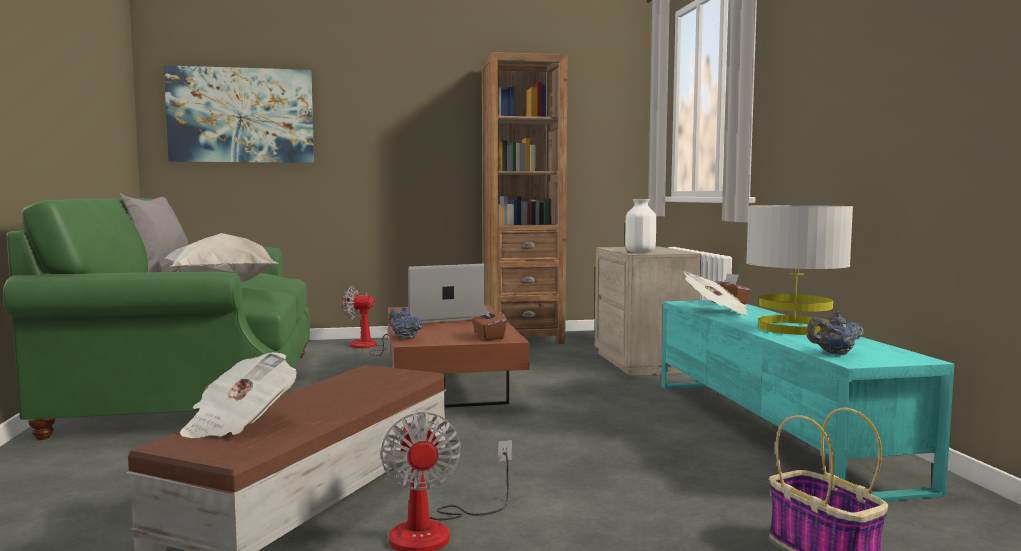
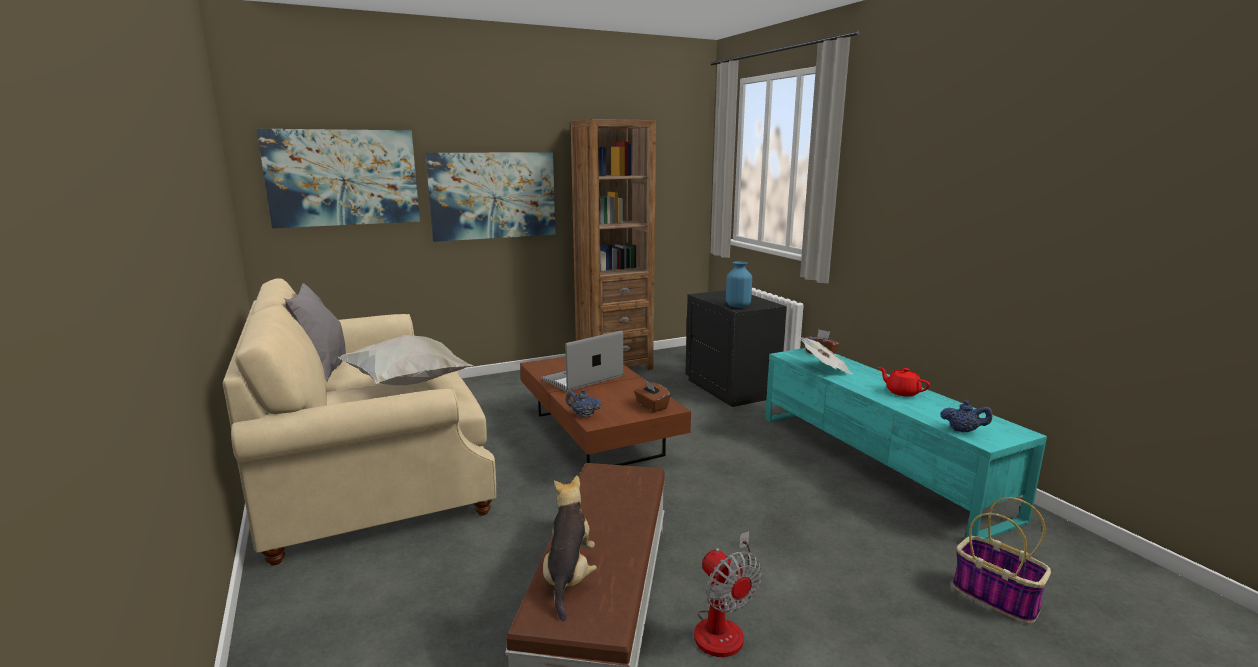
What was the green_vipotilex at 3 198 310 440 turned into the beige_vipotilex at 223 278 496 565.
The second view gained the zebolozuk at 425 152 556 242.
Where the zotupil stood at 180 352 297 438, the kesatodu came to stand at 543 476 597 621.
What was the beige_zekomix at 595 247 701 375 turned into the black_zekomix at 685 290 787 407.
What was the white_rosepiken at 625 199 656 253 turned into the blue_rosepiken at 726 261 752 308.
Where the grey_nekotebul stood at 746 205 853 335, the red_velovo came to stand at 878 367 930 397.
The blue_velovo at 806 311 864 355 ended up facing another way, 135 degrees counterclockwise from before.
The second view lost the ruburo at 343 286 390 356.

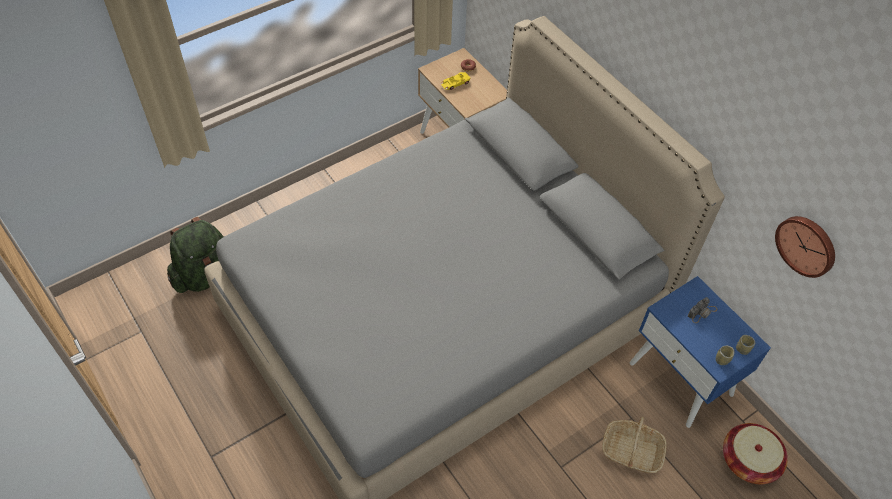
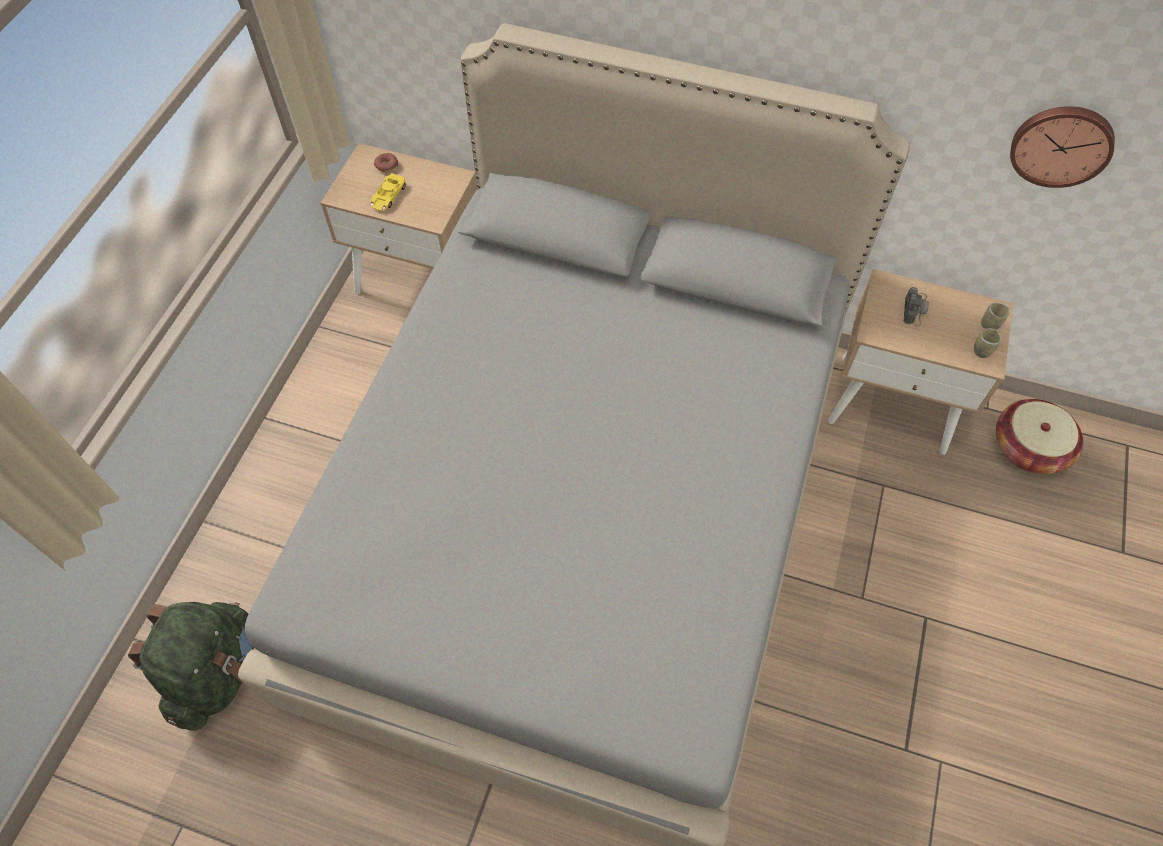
What was the blue_zekomix at 630 276 771 428 turned into the beige_zekomix at 828 269 1014 455.
The second view lost the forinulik at 602 417 667 473.

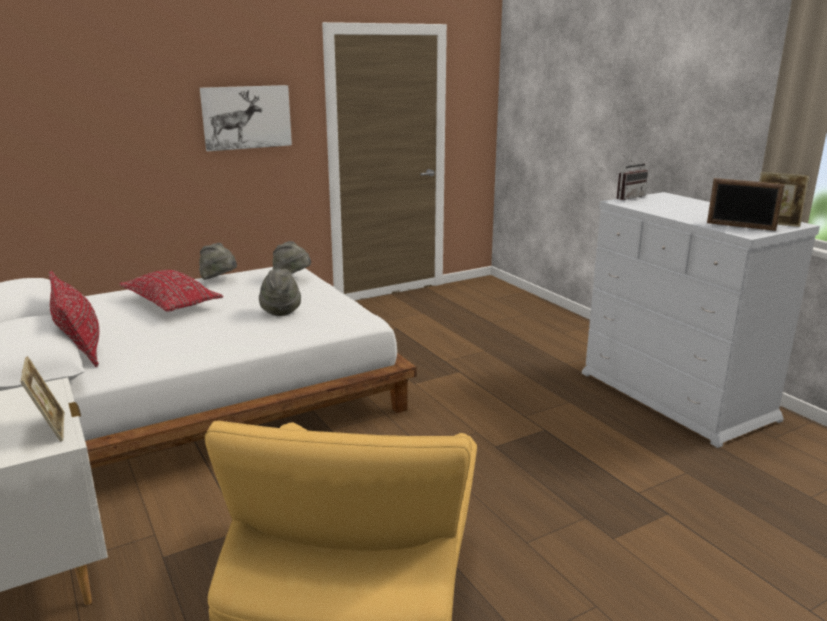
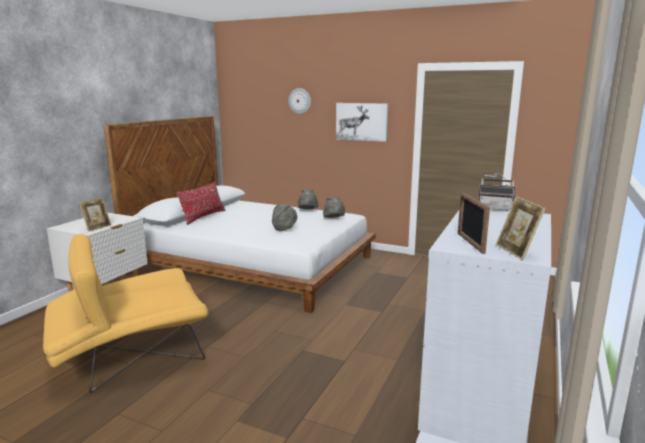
The second view gained the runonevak at 289 88 311 114.
The second view lost the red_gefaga at 119 270 223 312.

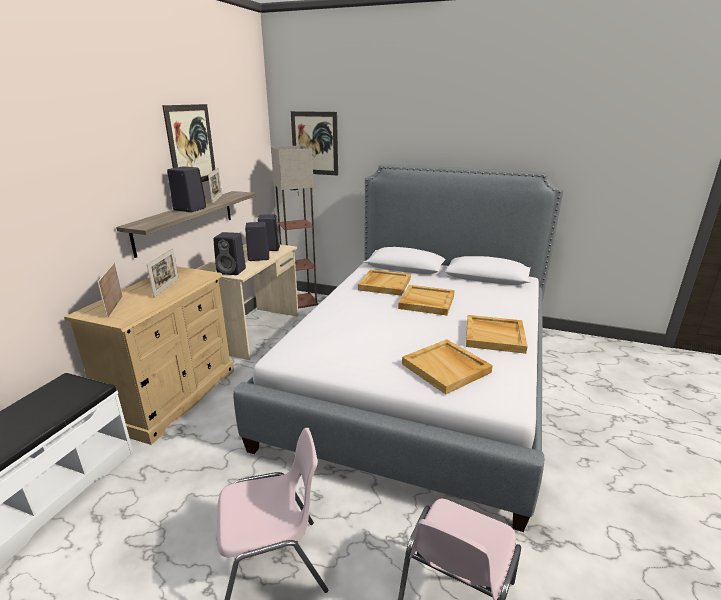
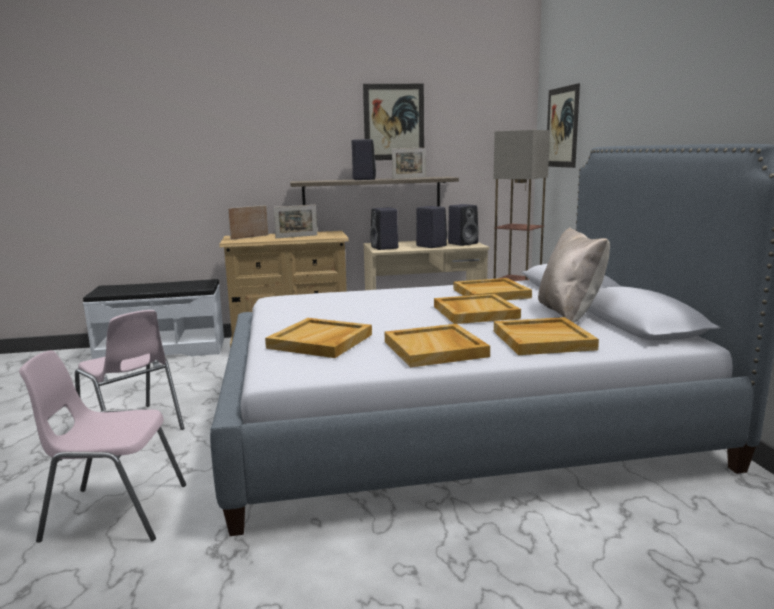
The second view gained the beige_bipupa at 494 317 599 355.
The second view gained the beige_gefaga at 538 227 610 323.

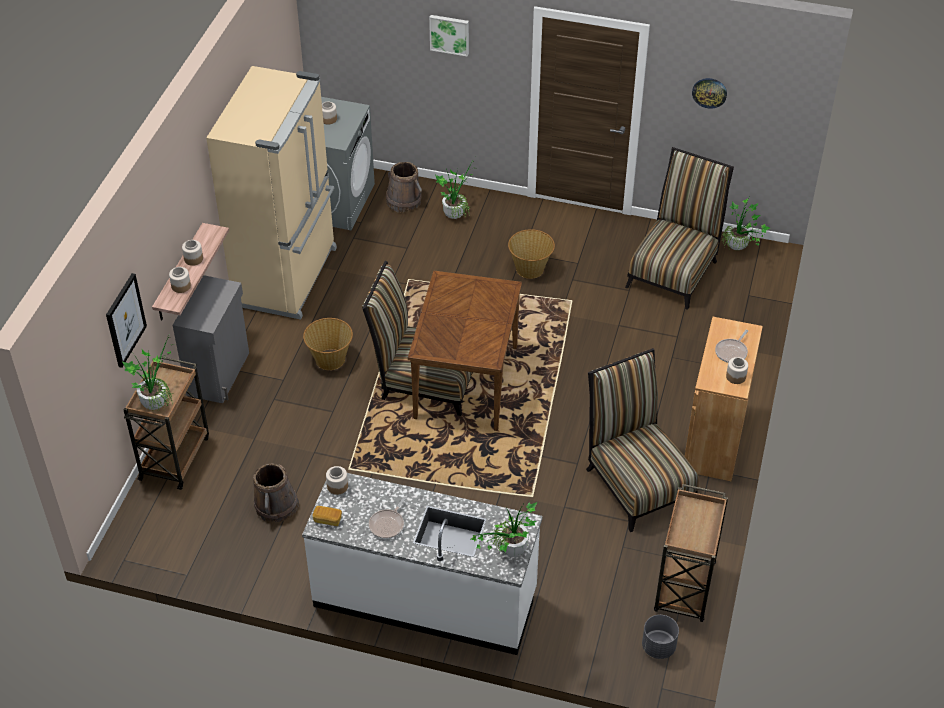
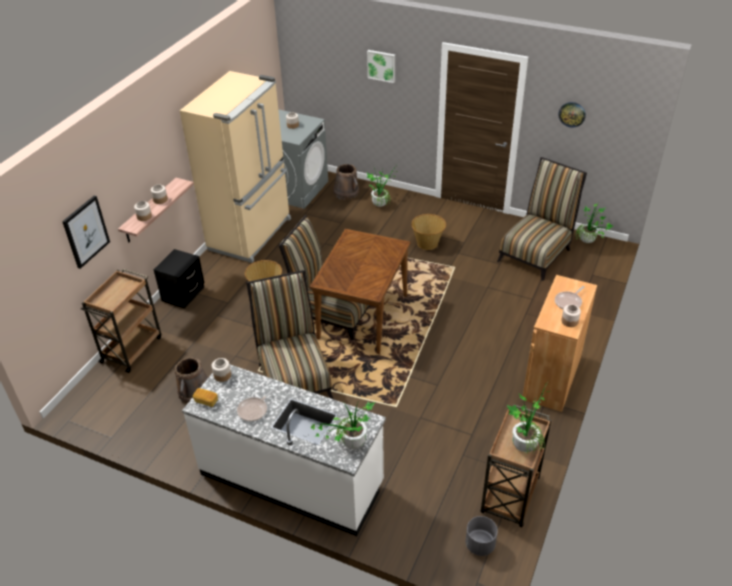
Where the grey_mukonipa stood at 173 275 249 403, the black_zekomix came to stand at 154 249 204 309.
The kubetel ended up elsewhere, having gone from 586 348 699 532 to 246 270 333 399.
The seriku ended up elsewhere, having gone from 122 331 175 411 to 507 384 547 454.

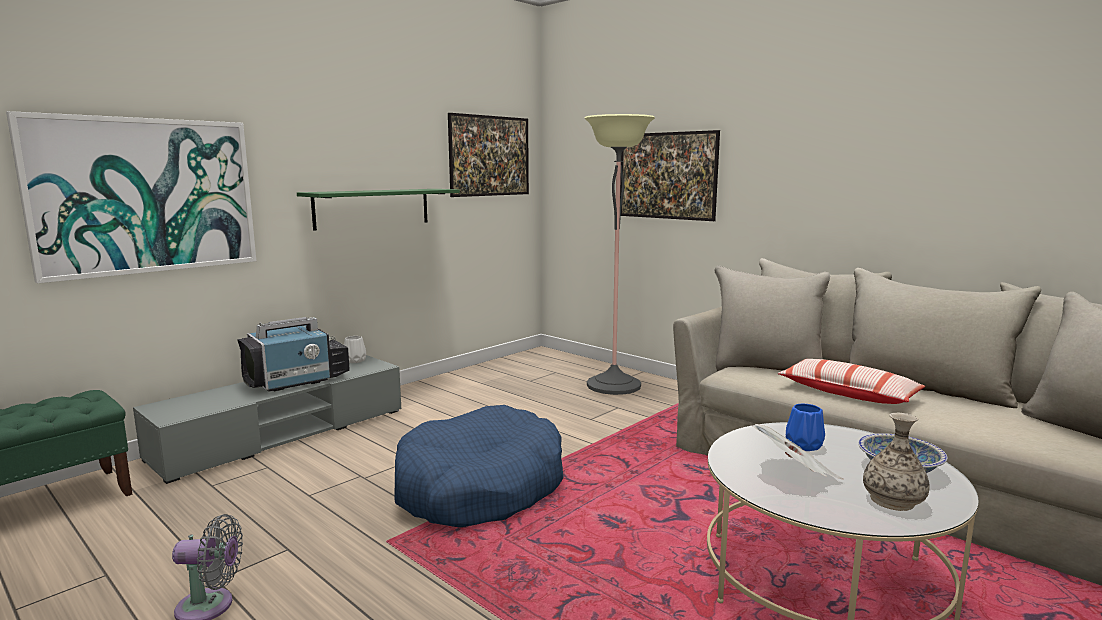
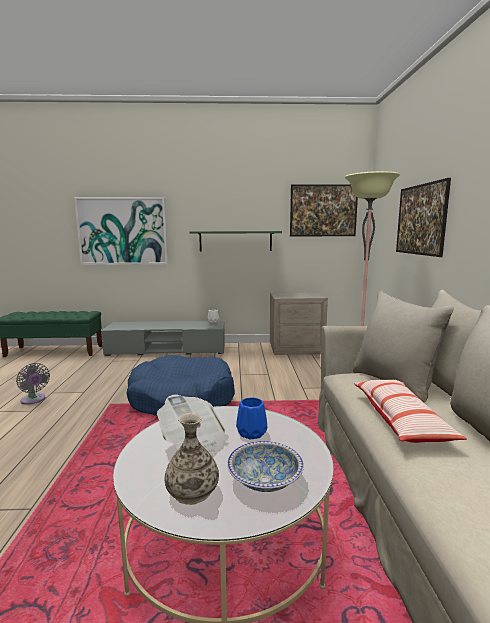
The second view gained the beige_zekomix at 270 292 328 355.
The second view lost the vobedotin at 237 317 350 391.

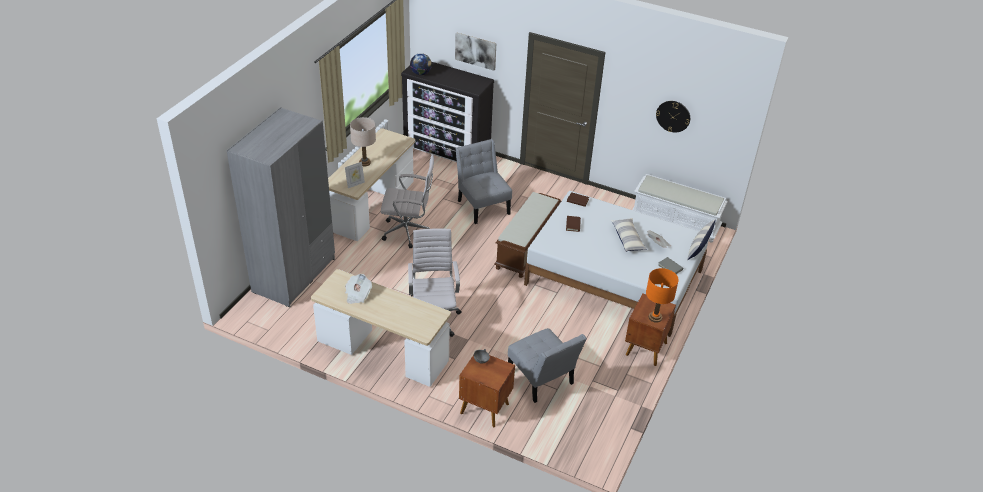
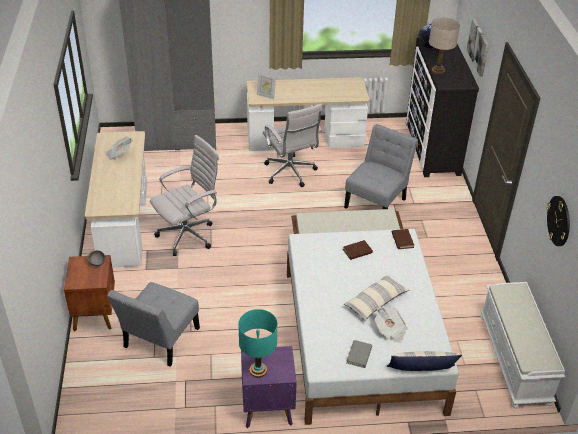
What was the orange_nekotebul at 646 268 679 323 turned into the turquoise_nekotebul at 238 309 278 378.
What was the brown_zekomix at 625 294 676 366 turned into the purple_zekomix at 241 346 297 428.
The beige_nekotebul ended up elsewhere, having gone from 350 117 376 166 to 429 17 460 74.

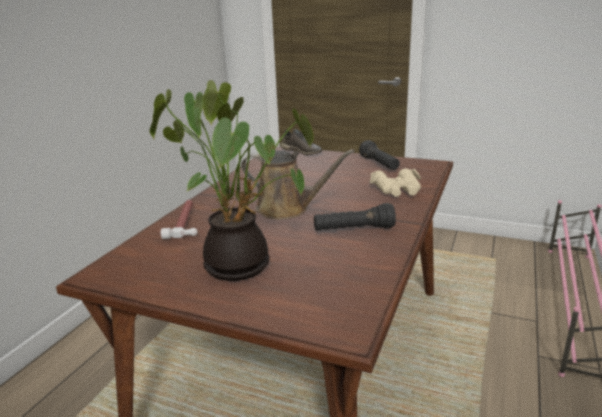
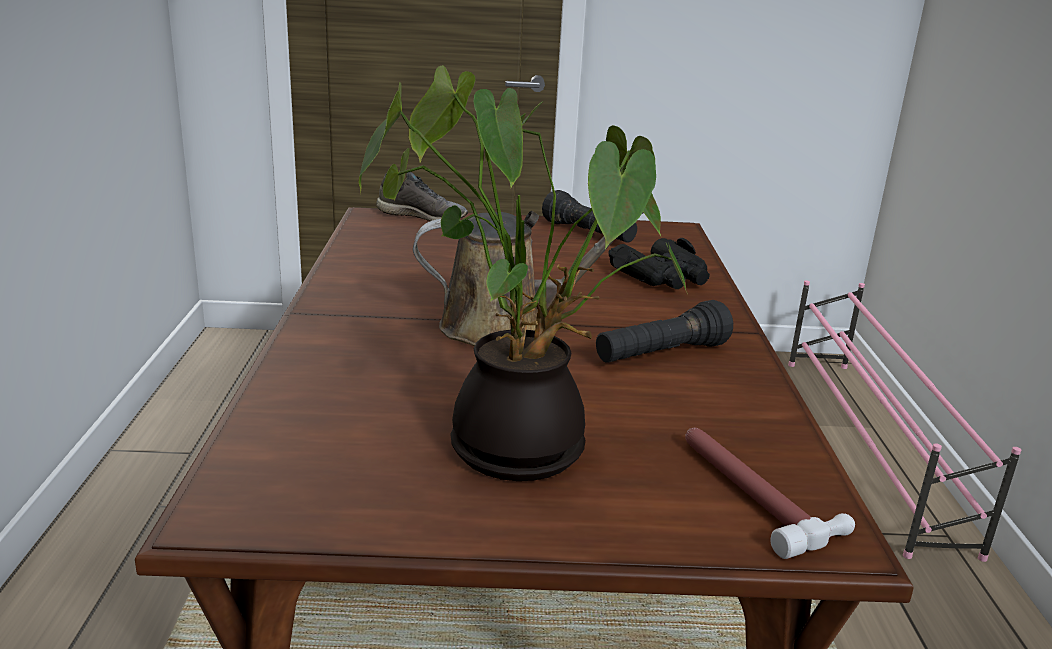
What was the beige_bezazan at 370 169 421 197 turned into the black_bezazan at 609 238 710 289.
The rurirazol ended up elsewhere, having gone from 161 200 198 239 to 685 427 855 559.

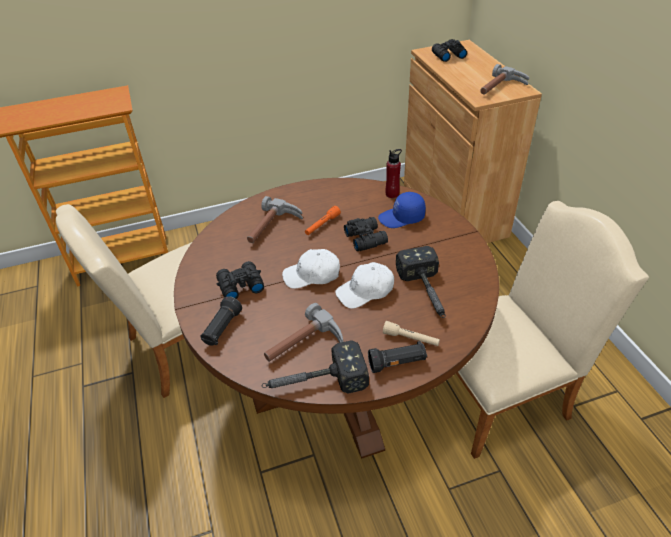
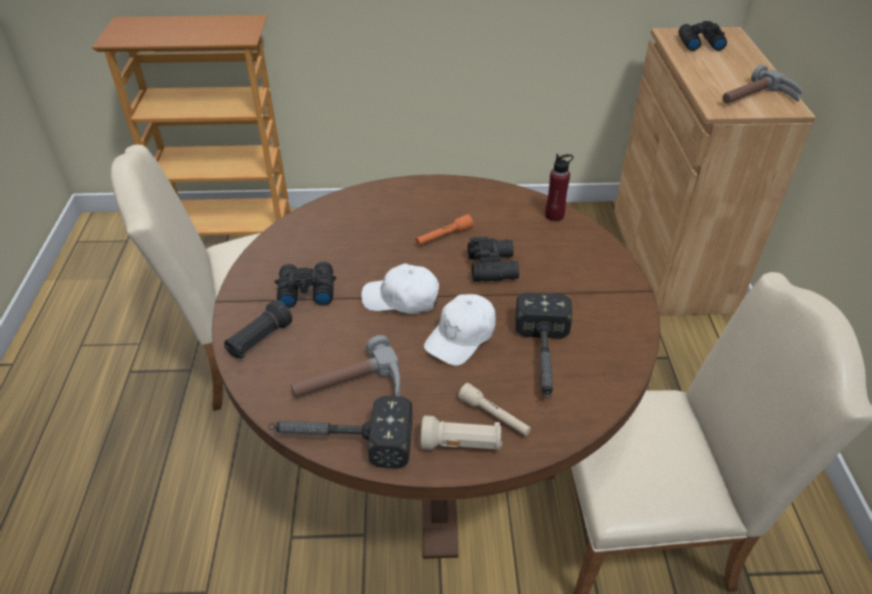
What was the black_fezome at 368 341 427 373 turned into the beige_fezome at 420 415 502 450.
The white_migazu at 335 262 394 309 ended up facing another way, 45 degrees counterclockwise from before.
The second view lost the rurirazol at 247 196 303 243.
The second view lost the blue_migazu at 378 192 426 228.

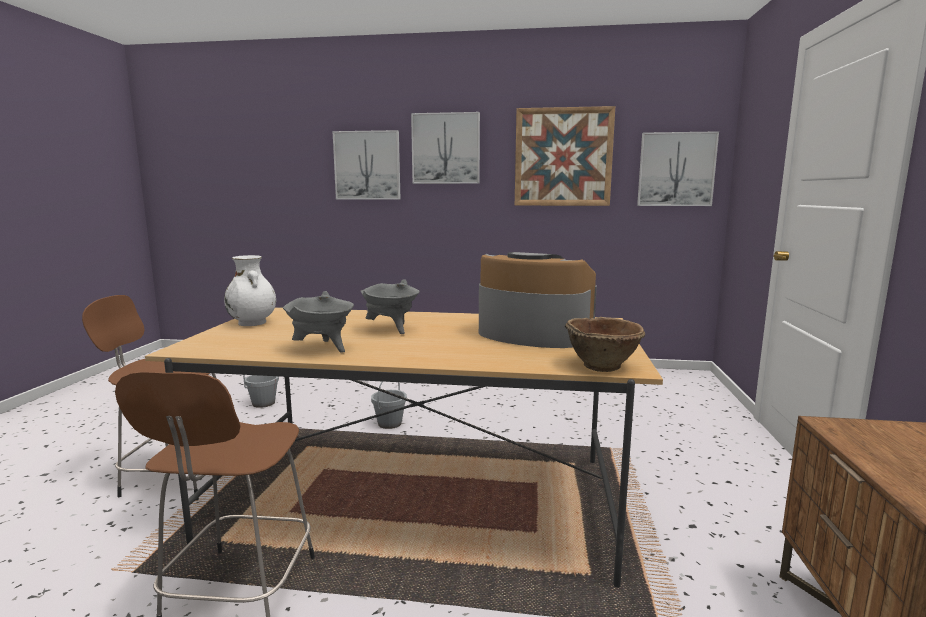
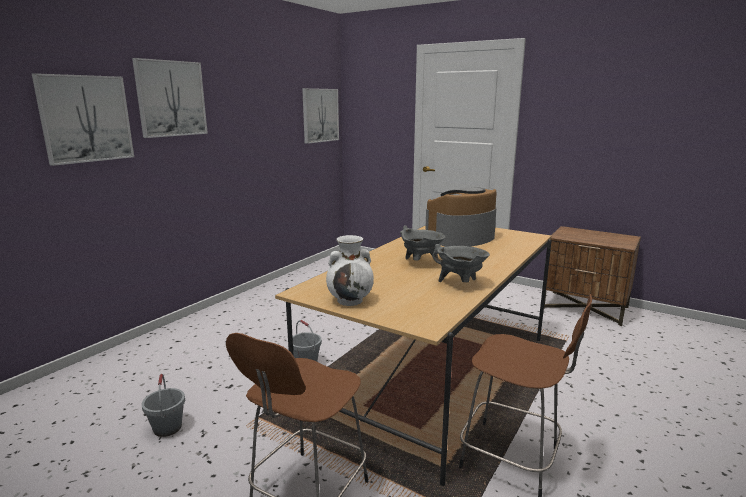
The second view lost the zebolozuk at 515 106 615 206.
The second view lost the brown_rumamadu at 565 317 645 372.

